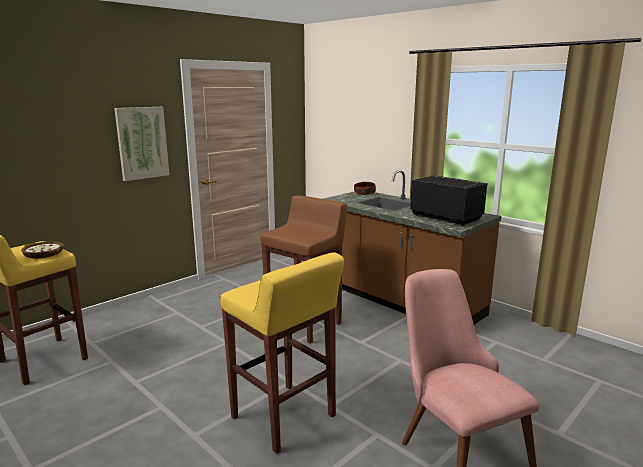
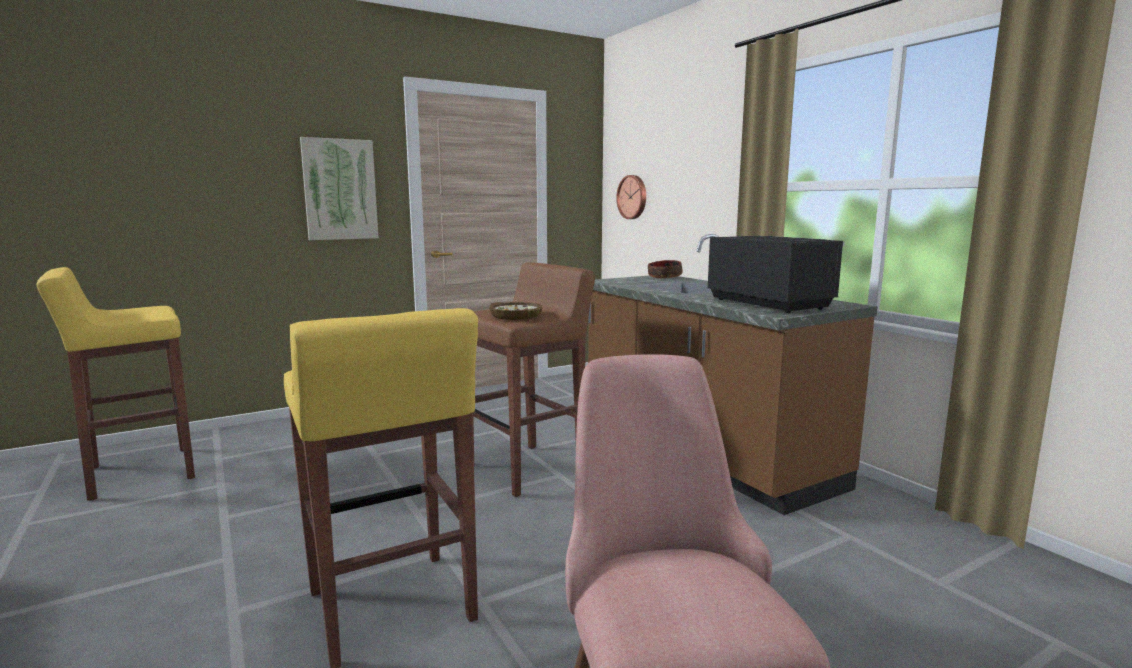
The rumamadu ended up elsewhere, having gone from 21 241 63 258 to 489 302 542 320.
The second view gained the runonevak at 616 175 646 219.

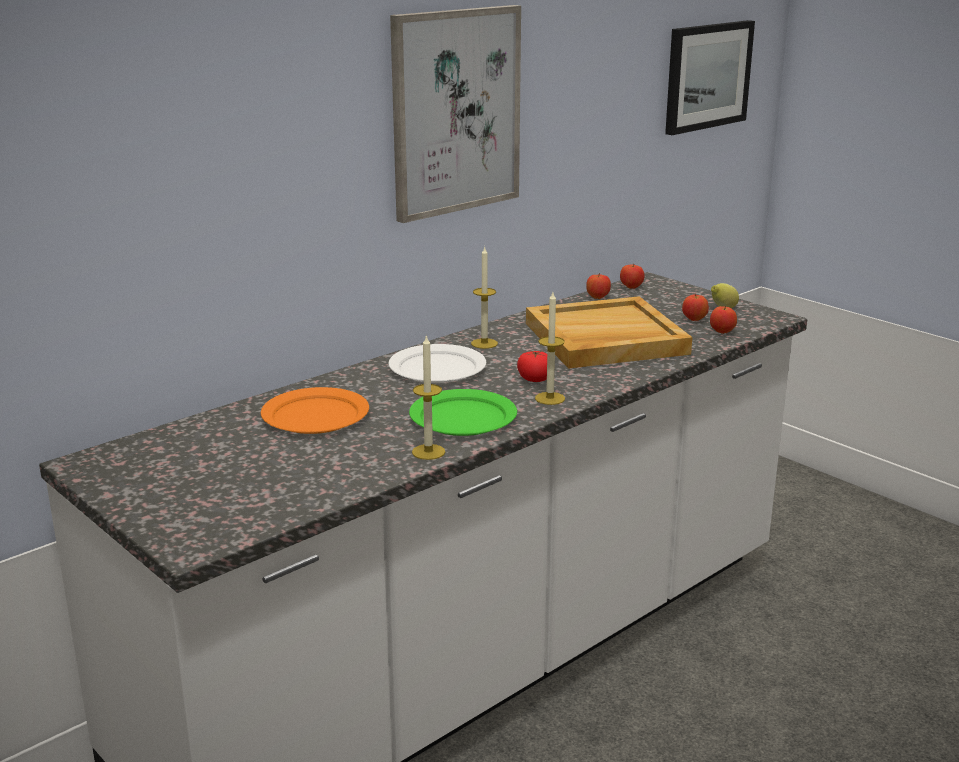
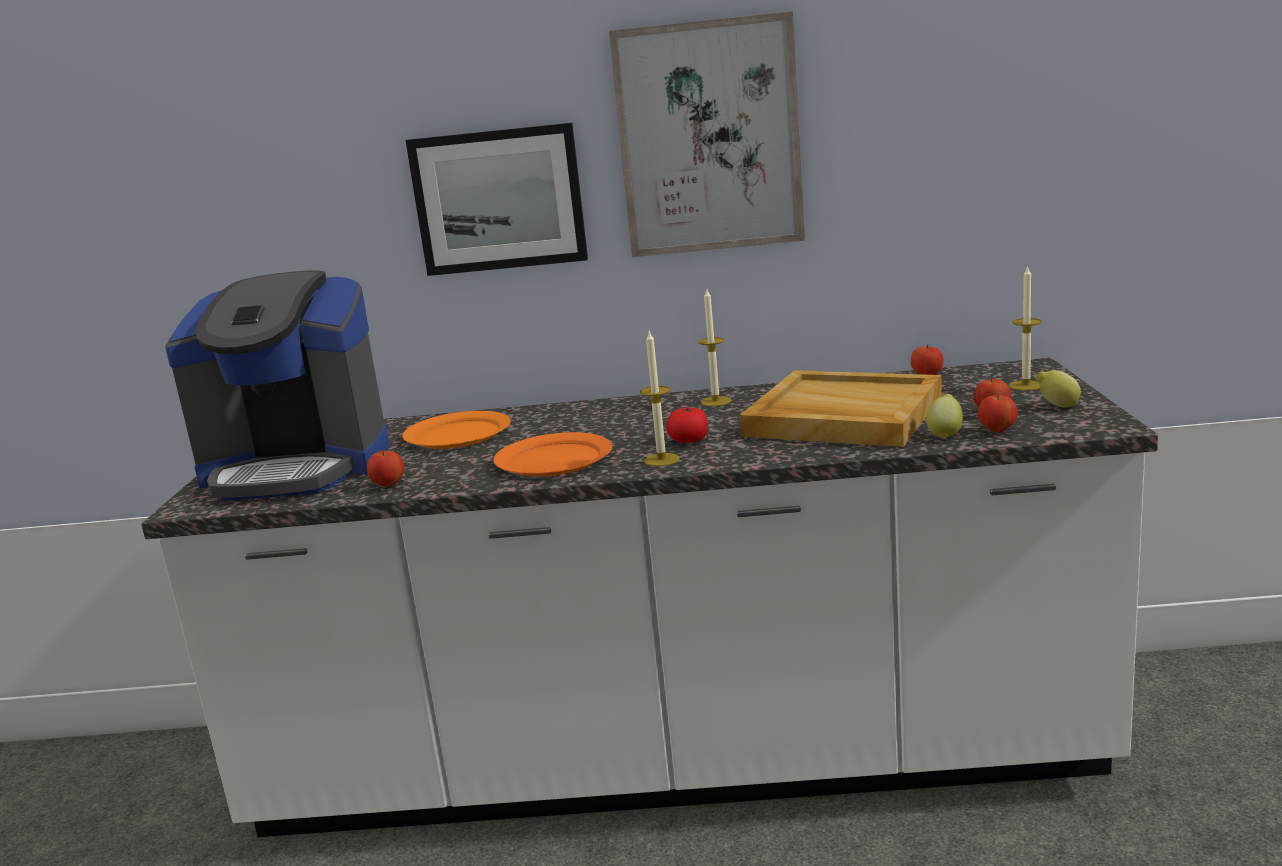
The second view gained the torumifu at 165 270 389 501.
The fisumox ended up elsewhere, having gone from 620 264 645 289 to 367 450 404 487.
The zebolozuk ended up elsewhere, having gone from 665 20 755 135 to 405 123 588 276.
What was the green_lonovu at 409 389 517 436 turned into the orange_lonovu at 494 432 612 477.
The second view gained the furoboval at 926 394 963 439.
The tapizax ended up elsewhere, having gone from 412 334 445 460 to 1009 265 1042 391.
The second view lost the white_lonovu at 389 344 486 383.

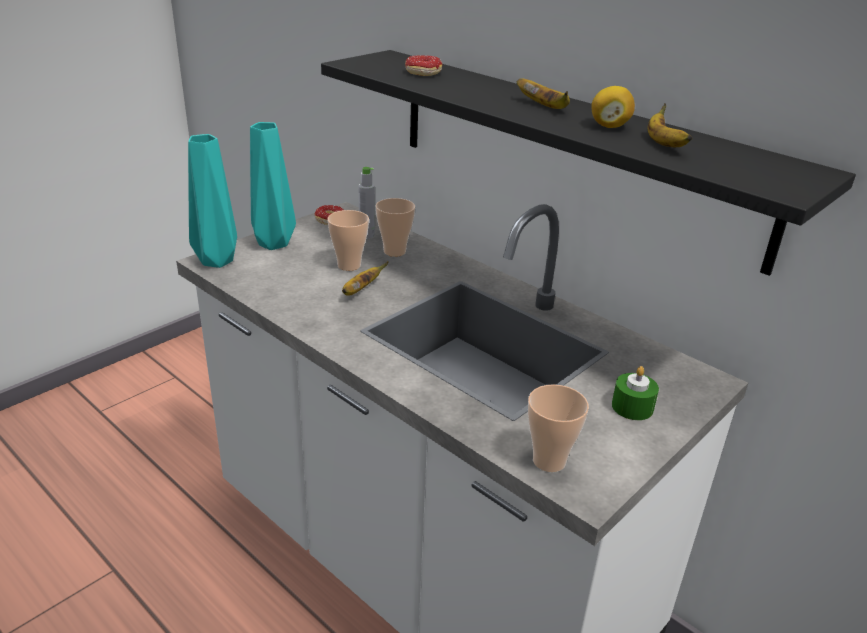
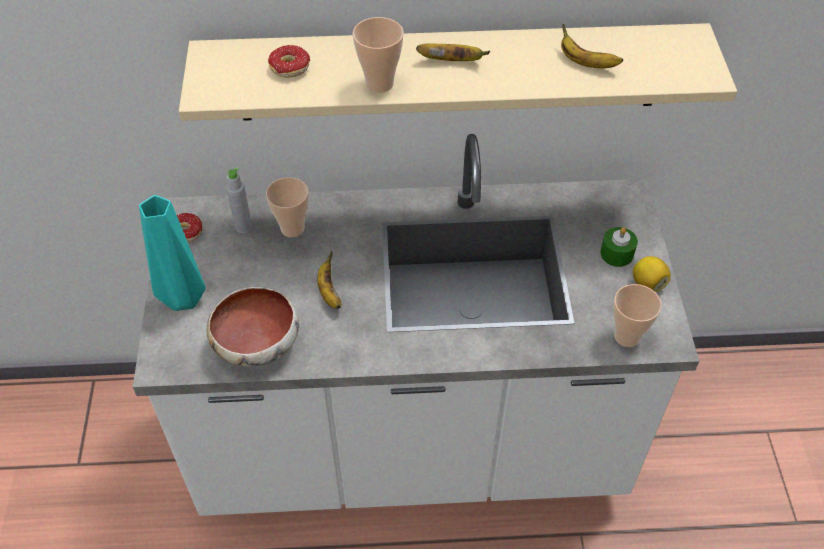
What was the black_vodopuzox at 321 50 856 276 turned into the beige_vodopuzox at 179 23 737 121.
The second view gained the rumamadu at 207 287 299 367.
The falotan ended up elsewhere, having gone from 327 210 369 271 to 353 17 404 93.
The furoboval ended up elsewhere, having gone from 591 86 635 128 to 633 256 671 292.
The second view lost the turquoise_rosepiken at 188 134 237 268.

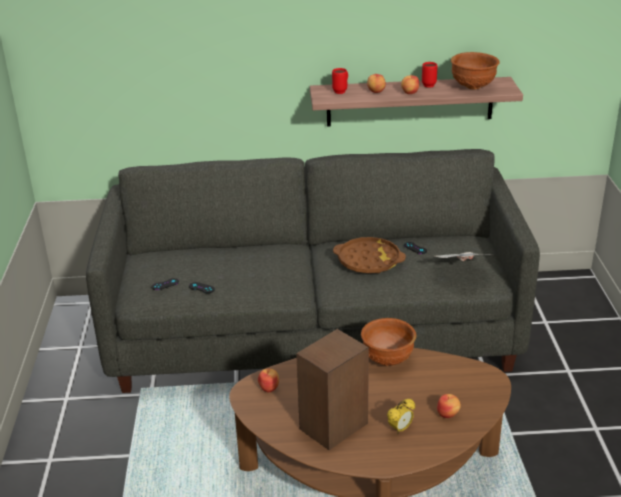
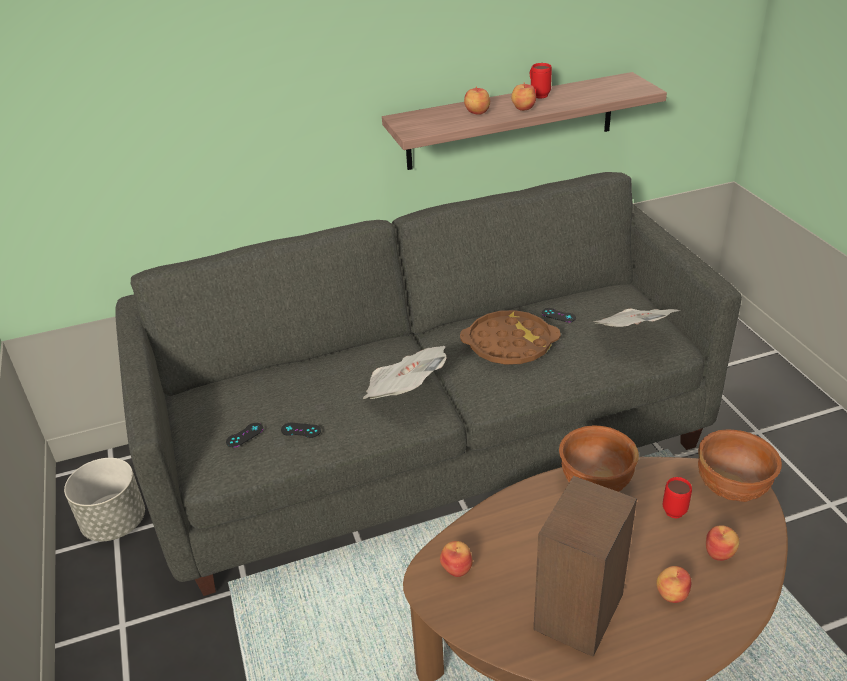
The second view gained the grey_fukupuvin at 64 458 145 541.
The second view gained the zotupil at 363 346 447 399.
Where the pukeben stood at 387 399 415 434, the fisumox came to stand at 656 566 691 603.
The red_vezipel ended up elsewhere, having gone from 332 68 348 94 to 663 477 692 518.
The brown_rumamadu ended up elsewhere, having gone from 451 52 500 90 to 698 429 782 502.

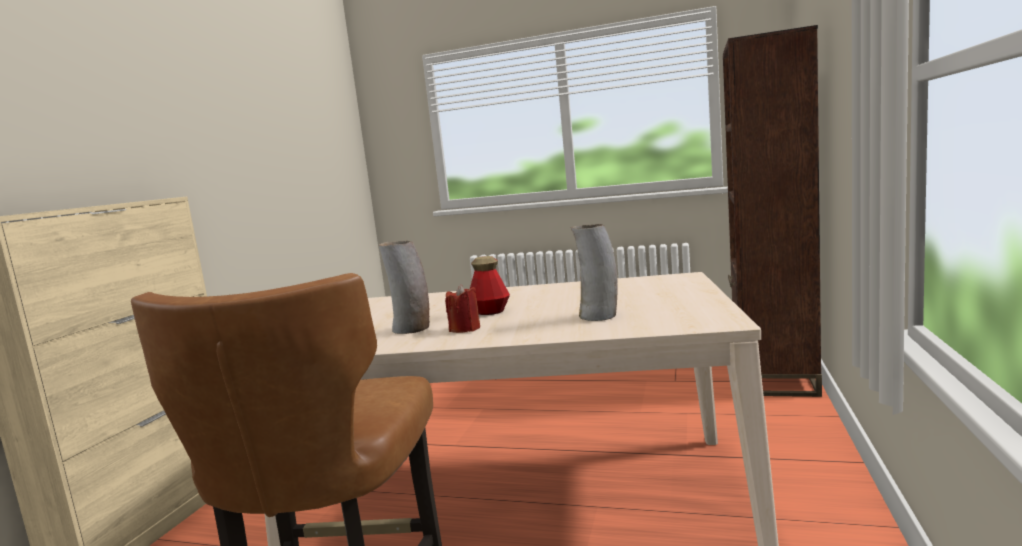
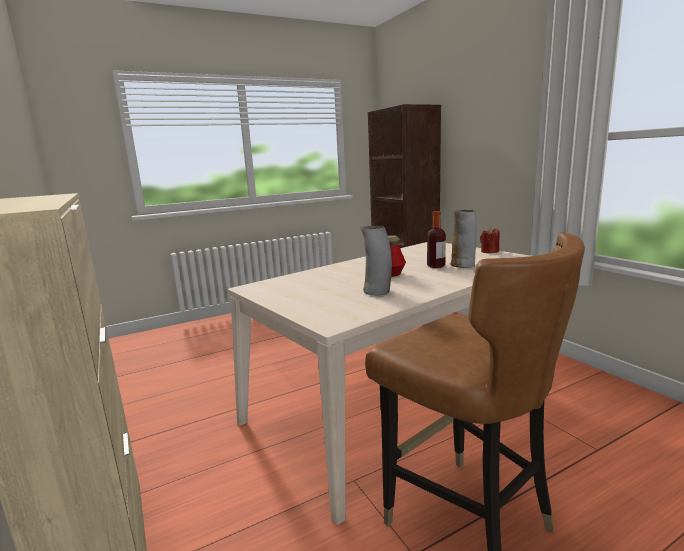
The second view gained the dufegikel at 427 211 446 268.
The red_tapizax ended up elsewhere, having gone from 445 284 480 333 to 480 227 500 253.

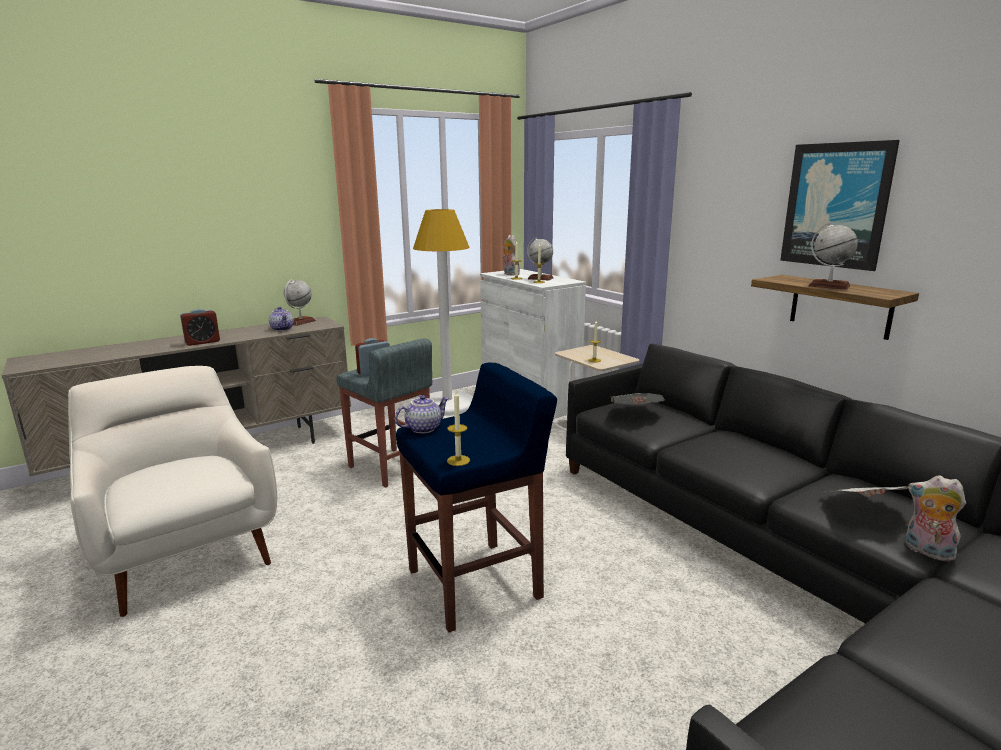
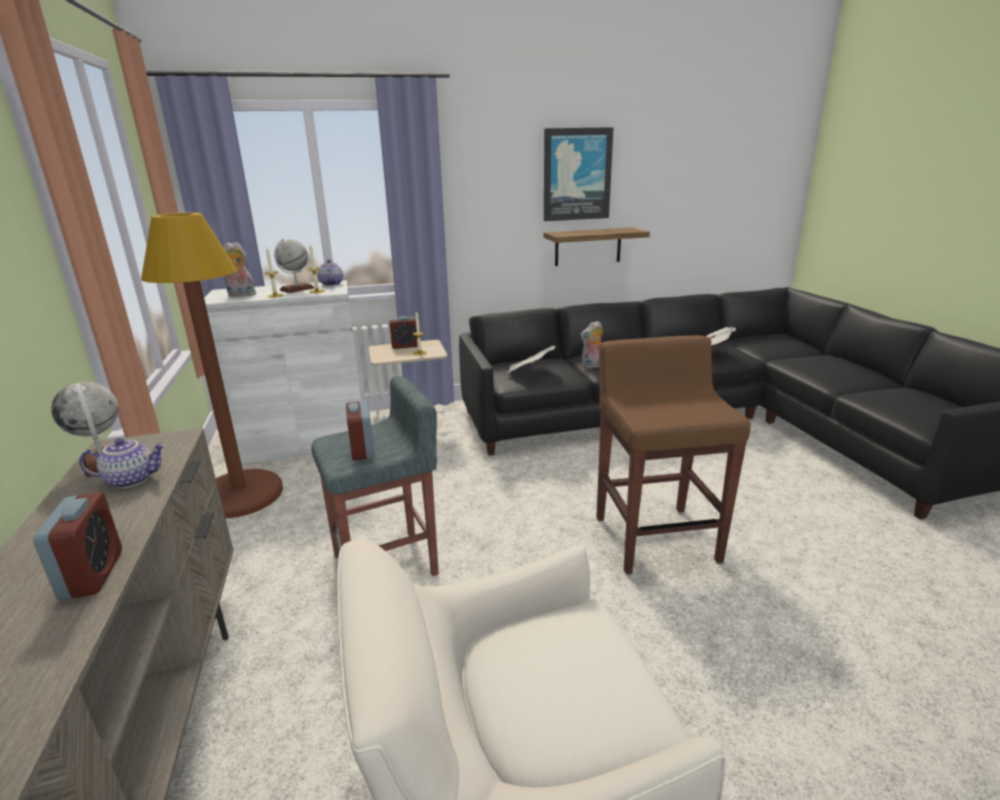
What was the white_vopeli at 413 209 473 416 turned into the brown_vopeli at 141 213 283 518.
The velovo ended up elsewhere, having gone from 395 395 449 434 to 318 260 343 286.
The second view gained the pukeben at 389 316 418 349.
The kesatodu ended up elsewhere, having gone from 906 475 966 561 to 580 321 603 369.
What was the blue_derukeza at 396 363 557 632 turned into the brown_derukeza at 596 335 751 574.
The second view lost the tapizax at 447 391 470 466.
The second view lost the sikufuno at 808 223 858 290.

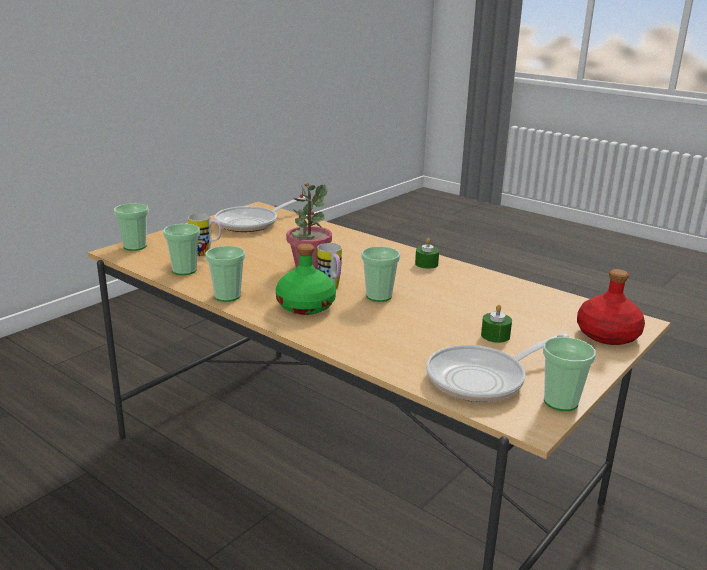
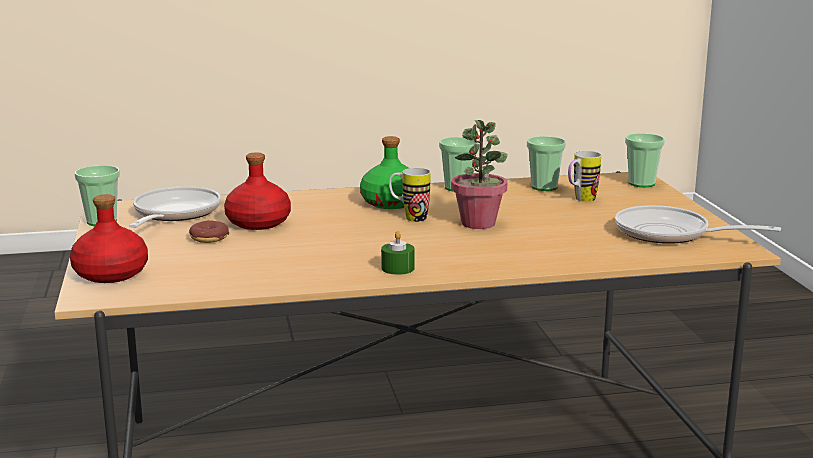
Where the green_tapizax stood at 481 305 512 343, the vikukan came to stand at 189 220 229 243.
The second view gained the red_dufegikel at 224 153 291 230.
The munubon at 214 196 306 232 ended up facing another way, 60 degrees counterclockwise from before.
The second view lost the falotan at 361 246 400 302.

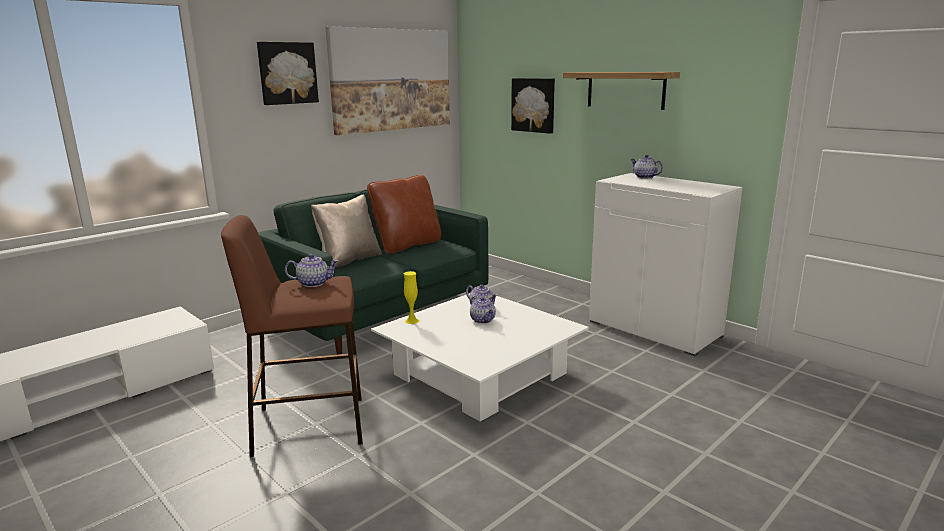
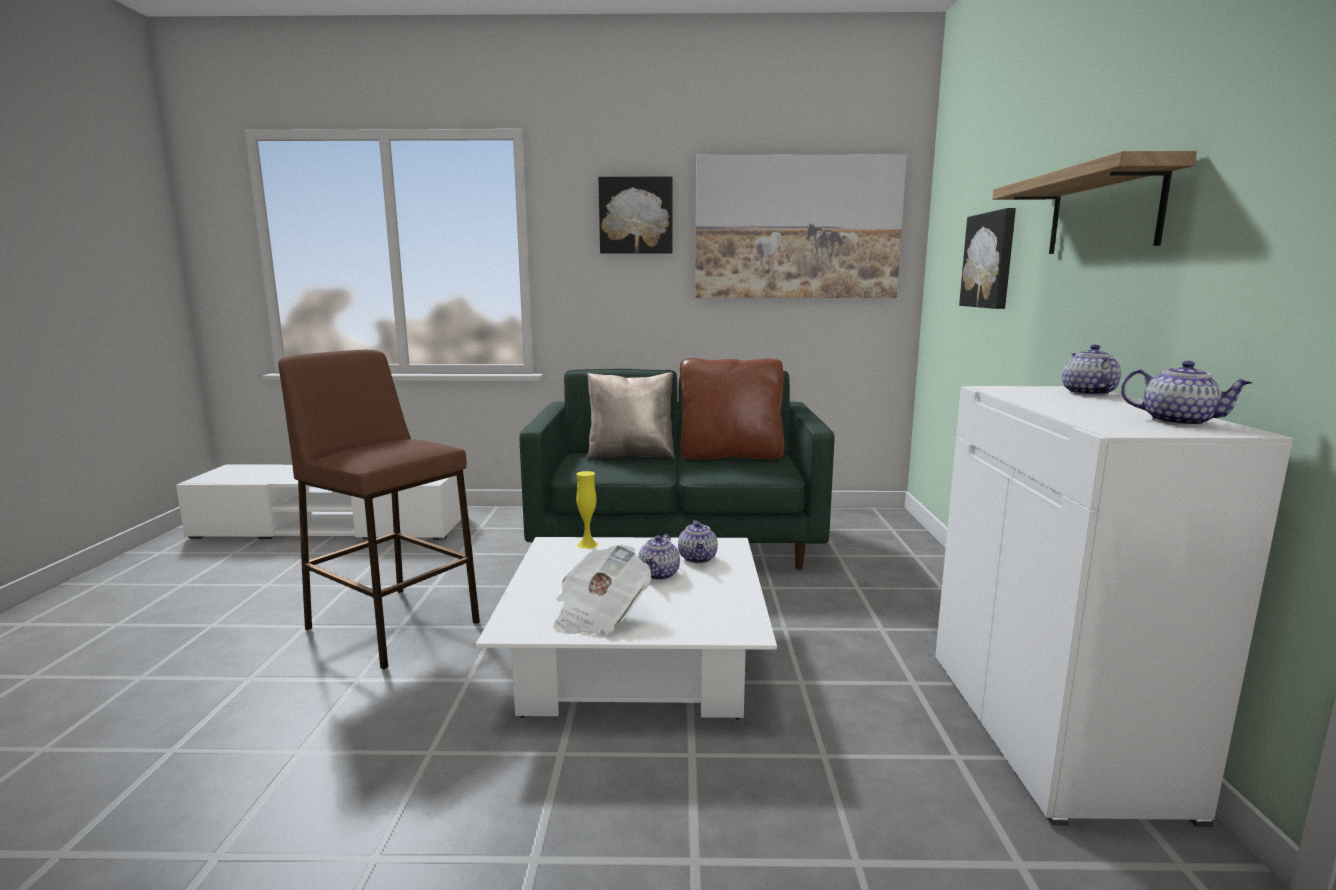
The second view gained the zotupil at 553 545 651 634.
The velovo ended up elsewhere, having gone from 285 254 338 287 to 1121 361 1253 426.

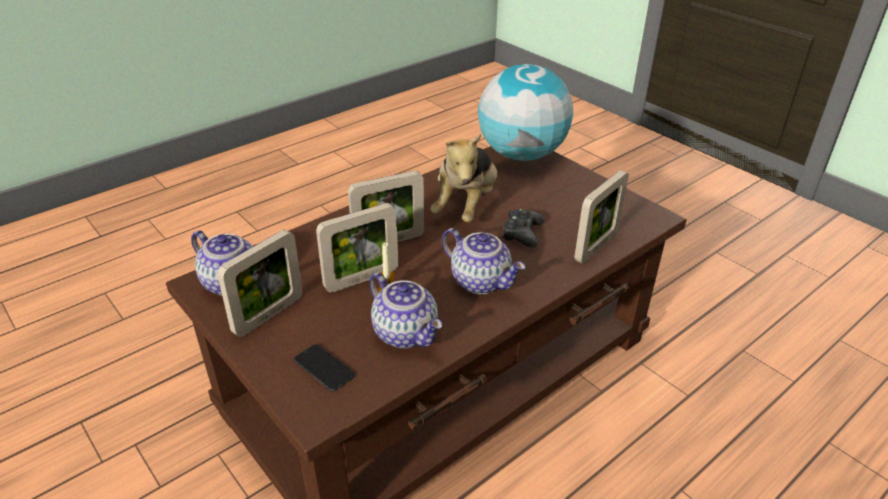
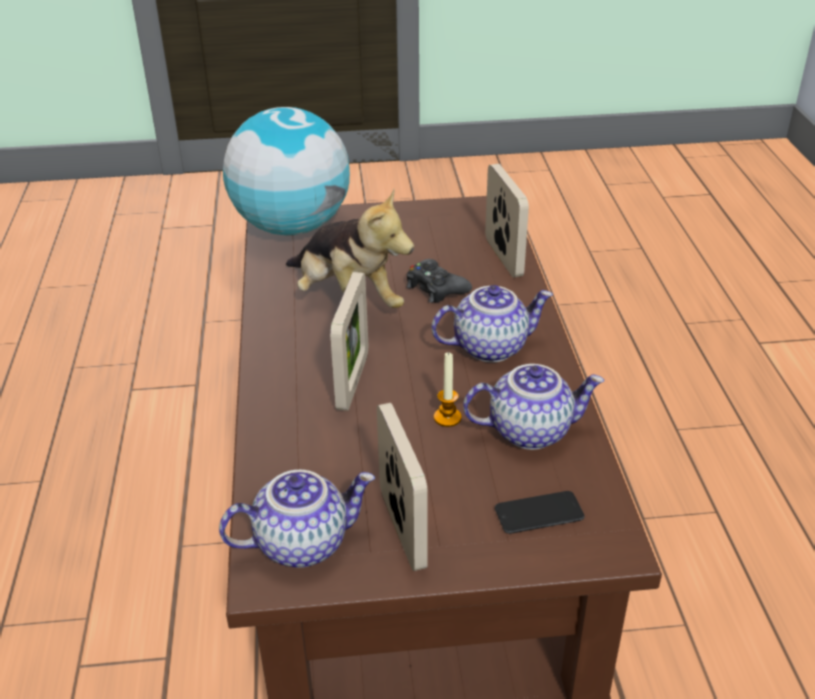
The second view lost the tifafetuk at 316 203 398 293.

